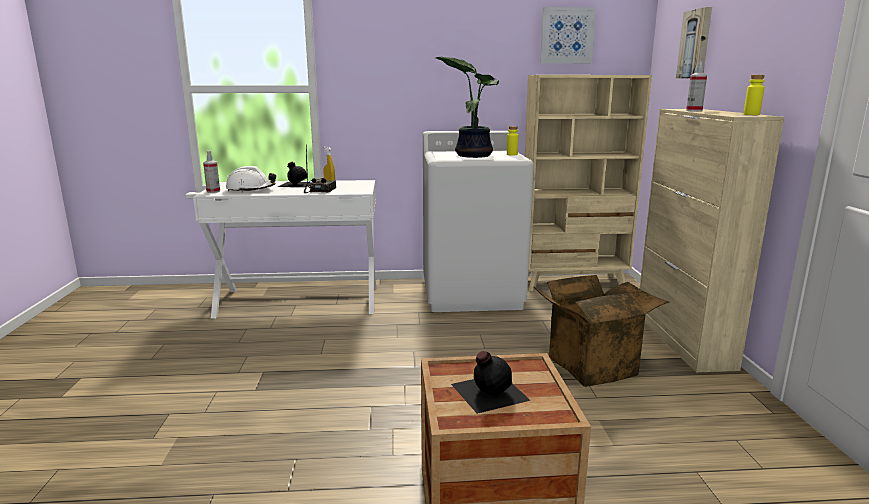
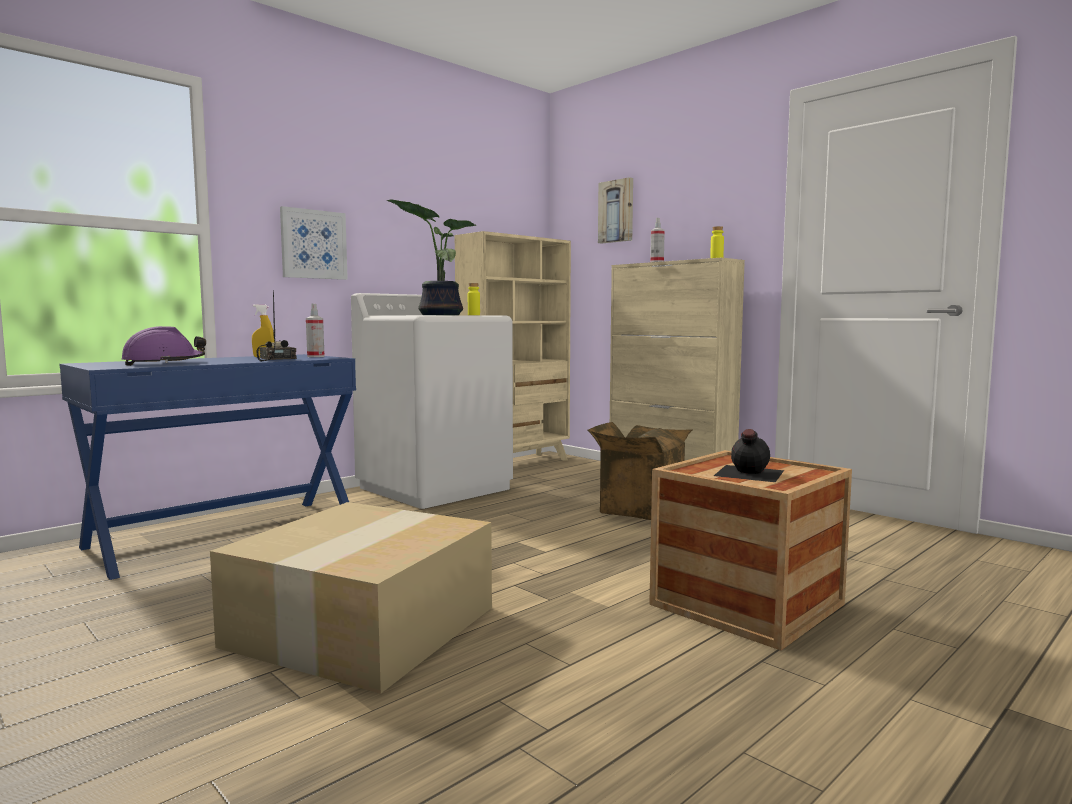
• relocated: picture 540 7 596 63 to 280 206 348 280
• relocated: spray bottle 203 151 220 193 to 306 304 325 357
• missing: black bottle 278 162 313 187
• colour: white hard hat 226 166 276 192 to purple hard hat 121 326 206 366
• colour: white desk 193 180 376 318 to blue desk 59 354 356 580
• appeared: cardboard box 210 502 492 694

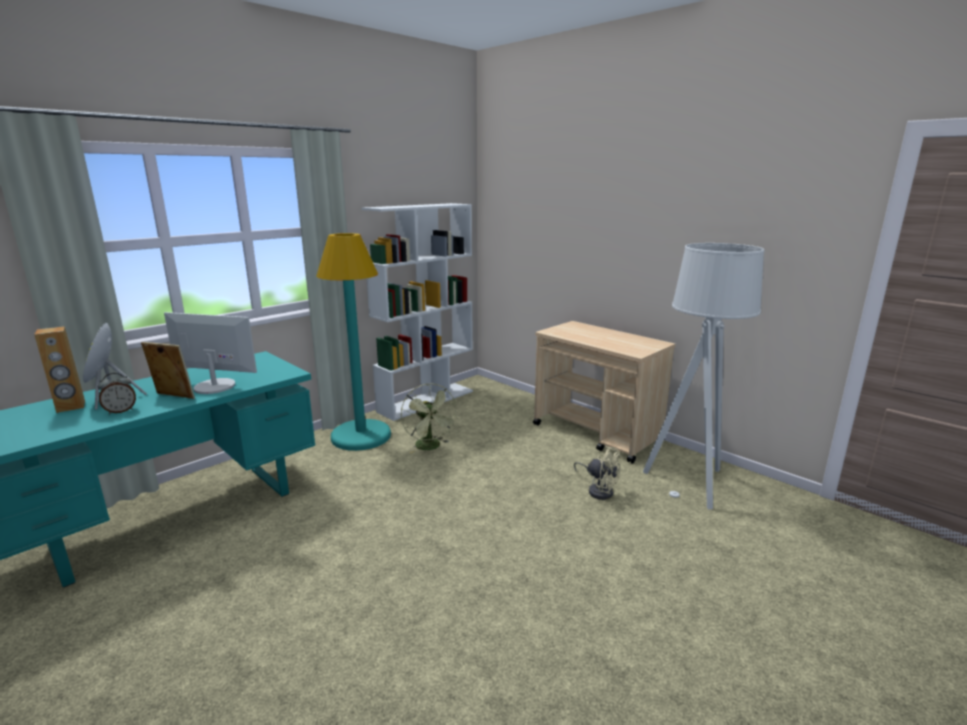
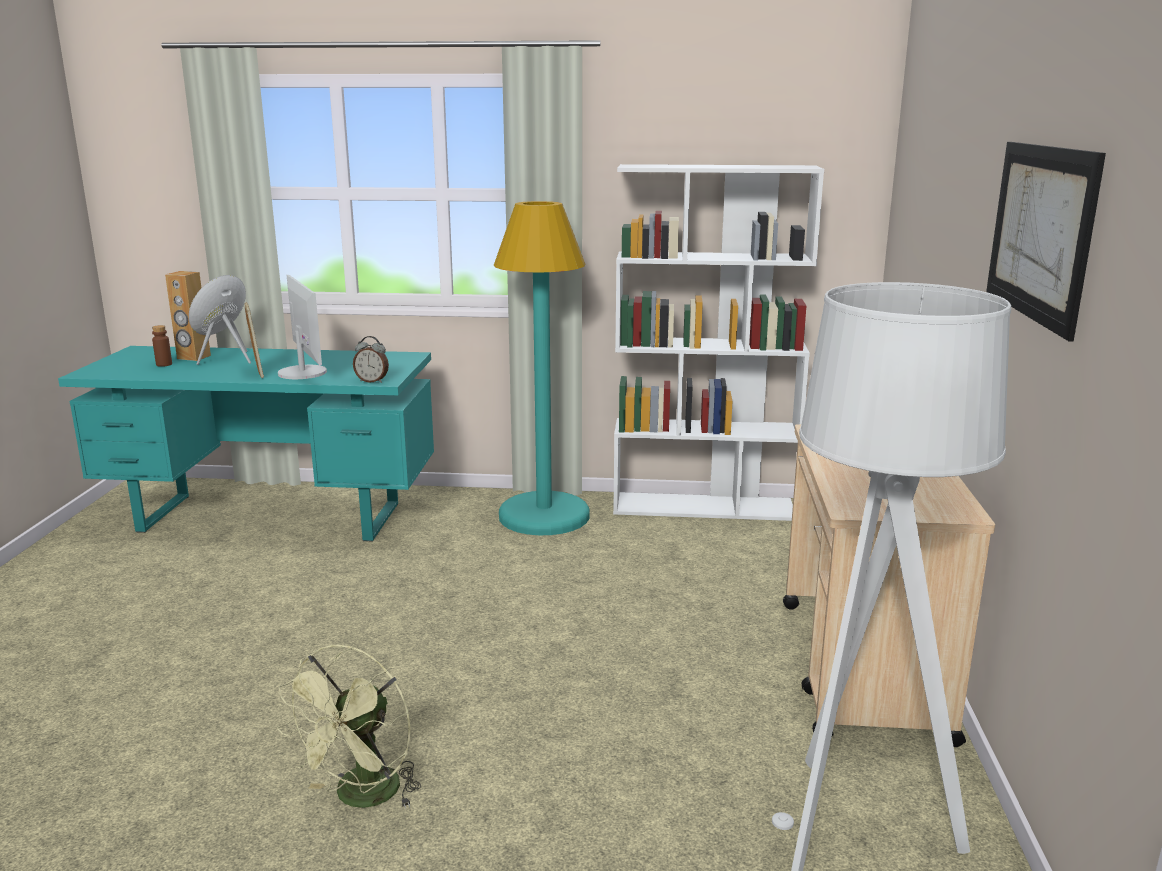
• relocated: alarm clock 98 373 136 414 to 353 336 389 383
• relocated: green fan 401 383 458 453 to 277 645 421 809
• missing: beige fan 574 446 621 500
• appeared: picture 986 142 1106 341
• appeared: brown bottle 152 325 172 367

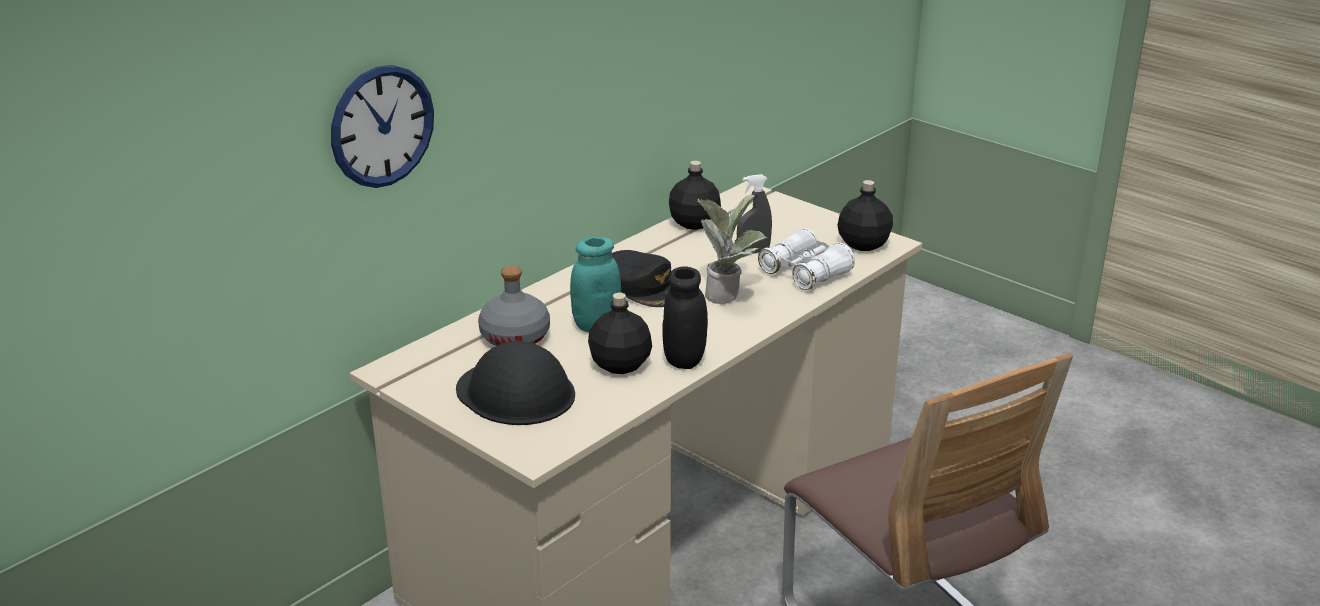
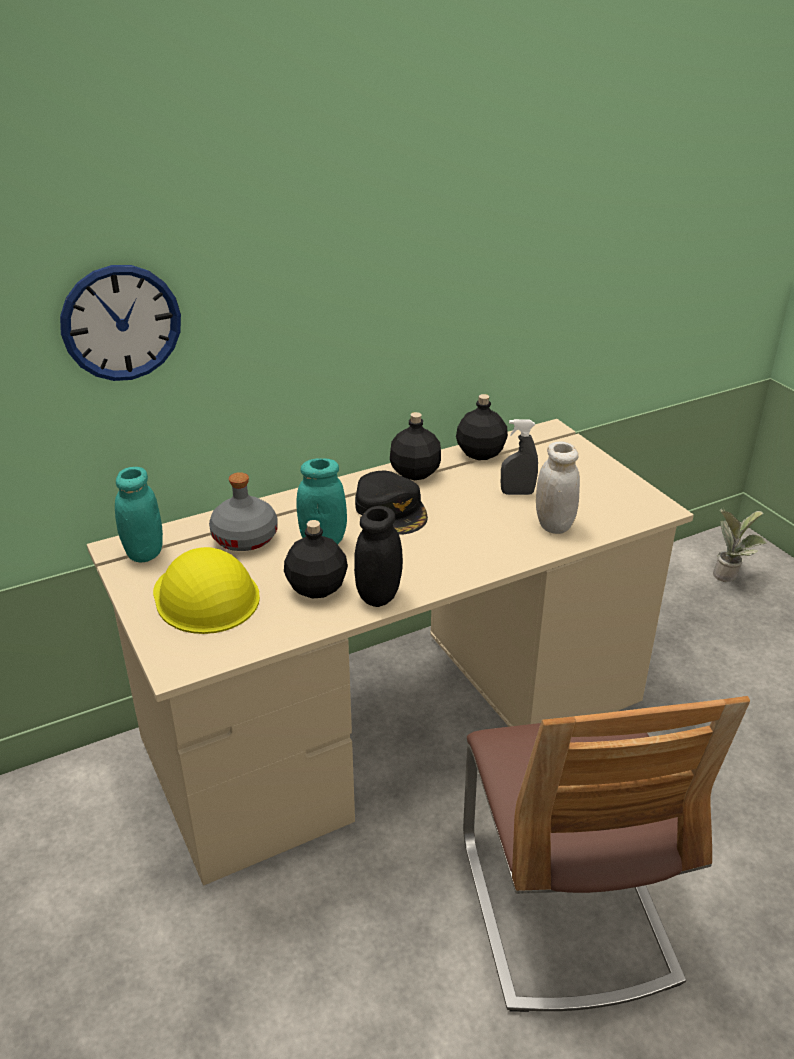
• relocated: black bottle 837 180 893 251 to 390 412 441 480
• relocated: potted plant 697 194 767 304 to 713 508 766 582
• exchanged: white binoculars 758 228 855 290 to white jar 536 442 580 534
• colour: black hard hat 456 341 575 425 to yellow hard hat 153 547 260 634
• appeared: turquoise jar 115 467 163 563

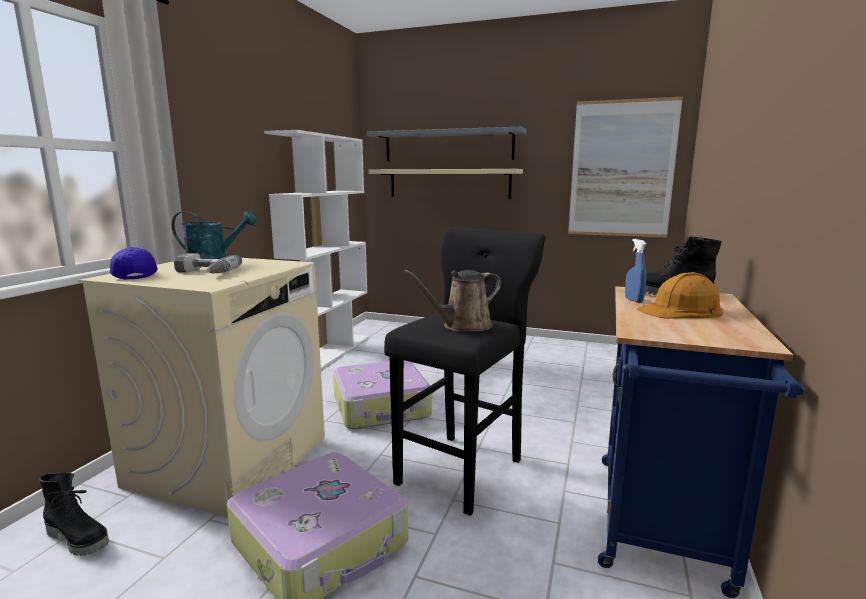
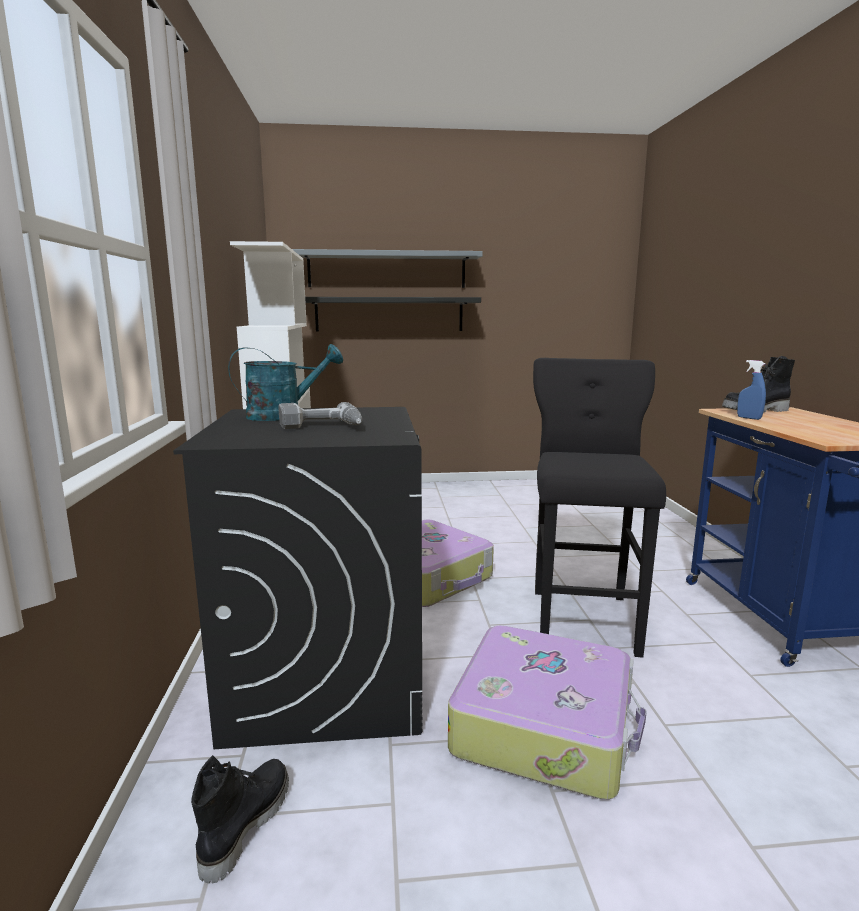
• missing: picture 568 97 683 237
• colour: beige shelf 369 169 523 199 to black shelf 305 297 481 332
• missing: blue cap 110 247 158 280
• colour: beige washing machine 78 258 325 517 to black washing machine 173 407 422 749
• missing: brown watering can 403 270 501 332
• missing: orange hard hat 637 272 723 319
• spun: black boot 39 472 109 556 = 191 755 289 884 75 degrees counterclockwise

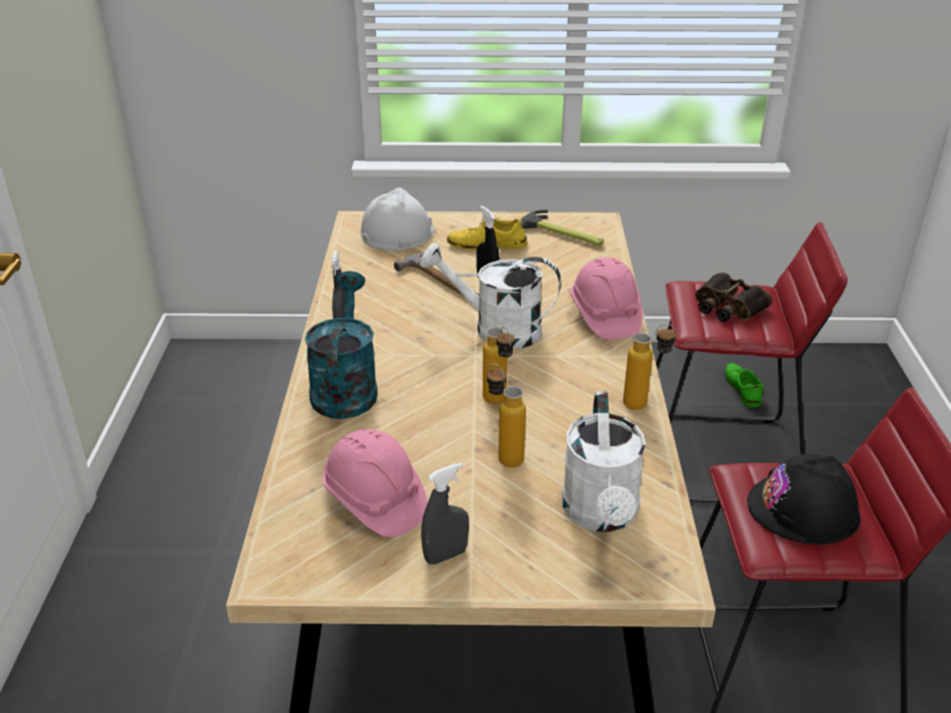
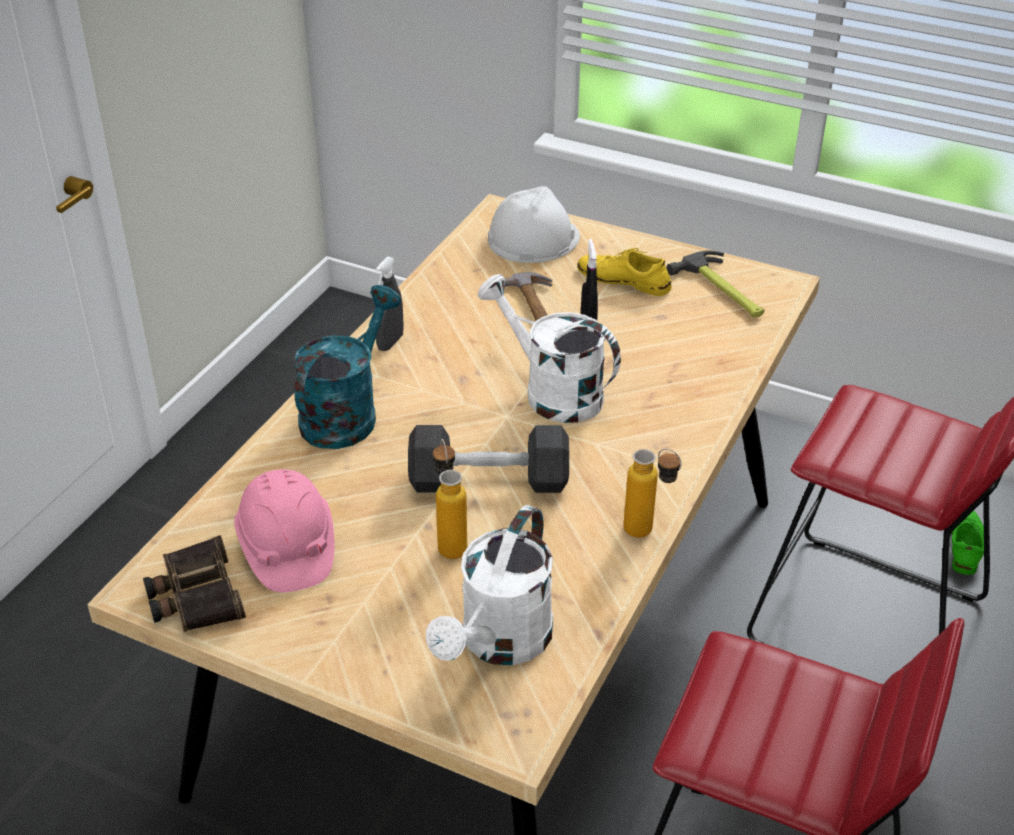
• missing: pink hard hat 570 257 642 340
• relocated: binoculars 695 273 772 322 to 143 535 246 632
• exchanged: bottle 483 327 515 404 to black dumbbell 408 425 569 493
• missing: black hard hat 747 454 860 544
• missing: grey spray bottle 421 463 469 565

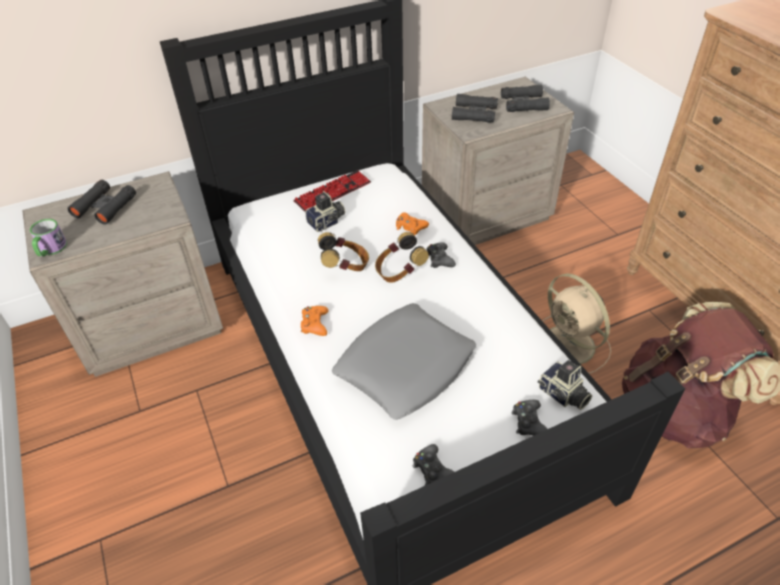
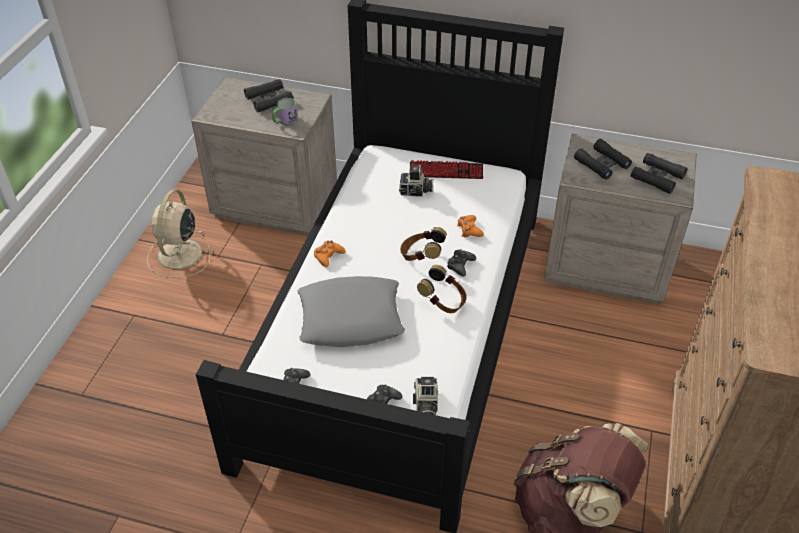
• relocated: mug 30 219 67 256 to 272 98 298 125
• relocated: headphones 318 232 369 271 to 417 265 467 313
• relocated: beige fan 543 274 611 374 to 147 190 210 278

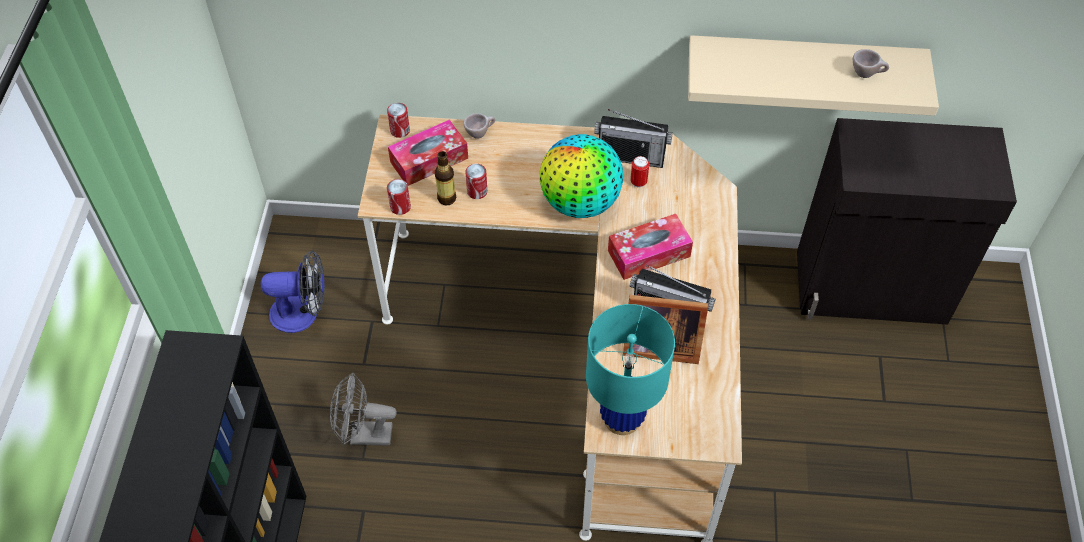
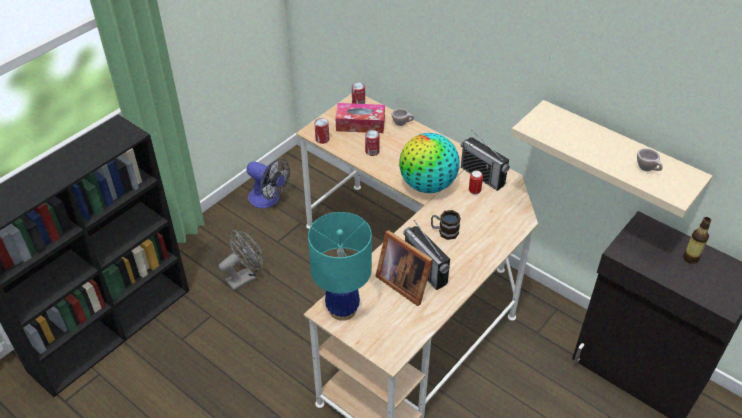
• relocated: bottle 435 151 456 205 to 683 217 711 264
• exchanged: tissue box 608 214 693 280 to mug 431 210 461 240
• spun: grey fan 330 372 397 446 = 219 230 263 291 105 degrees clockwise

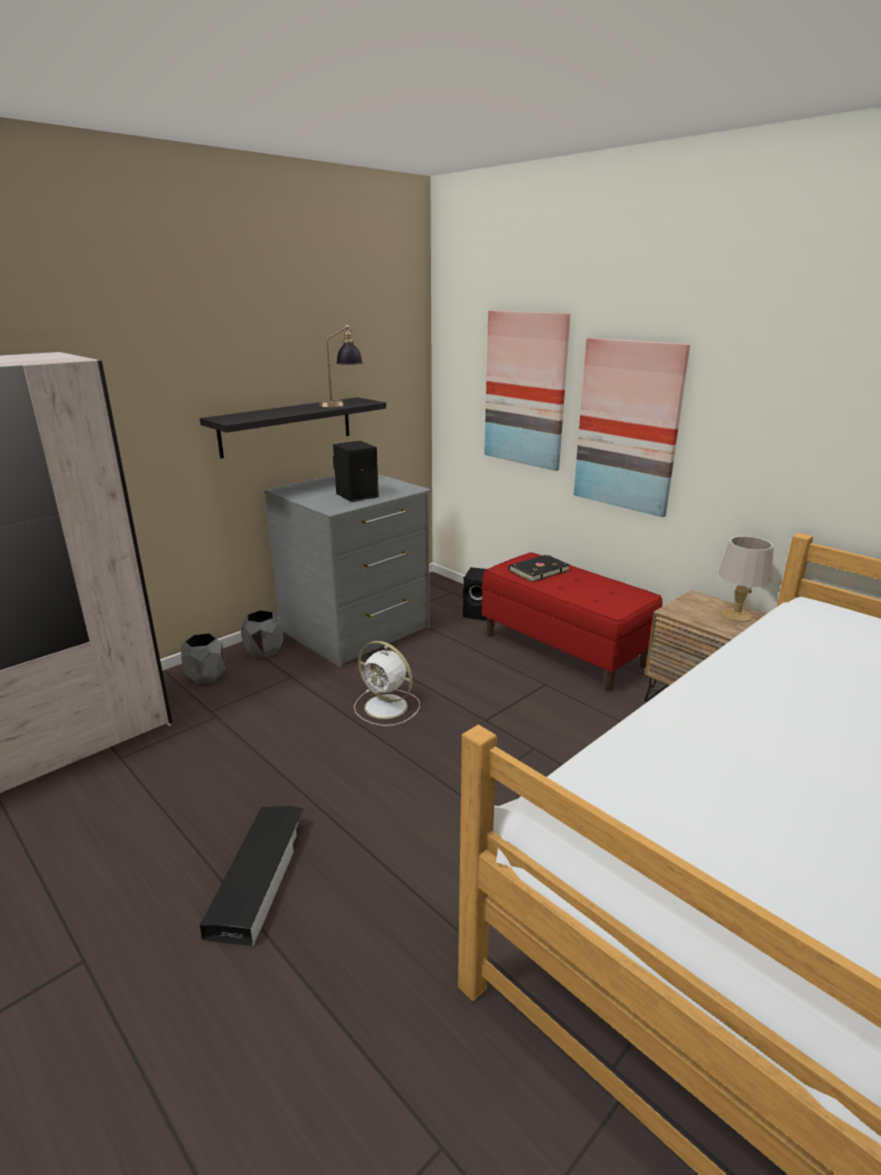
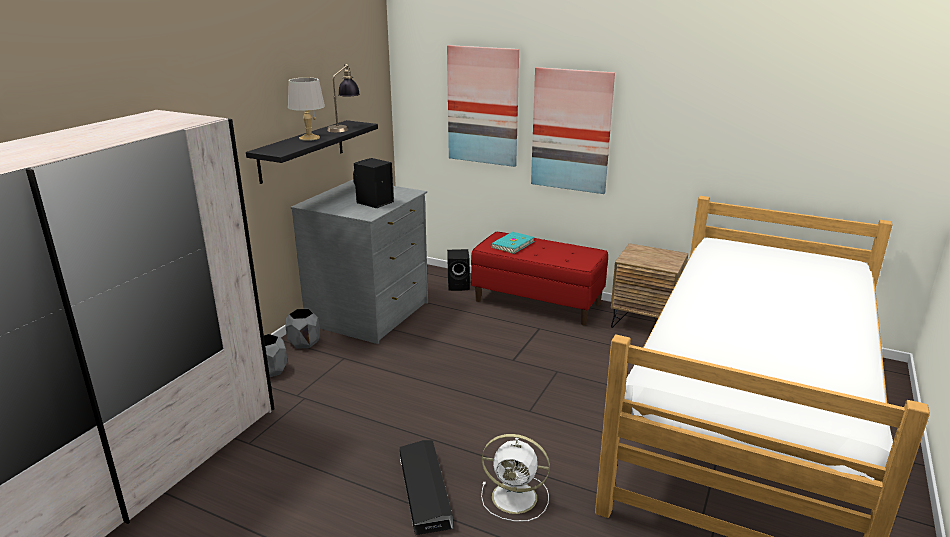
• relocated: grey table lamp 718 536 774 622 to 288 78 325 141
• colour: black book 509 555 570 582 to turquoise book 491 232 535 254
• relocated: white fan 354 641 420 726 to 481 434 550 522

